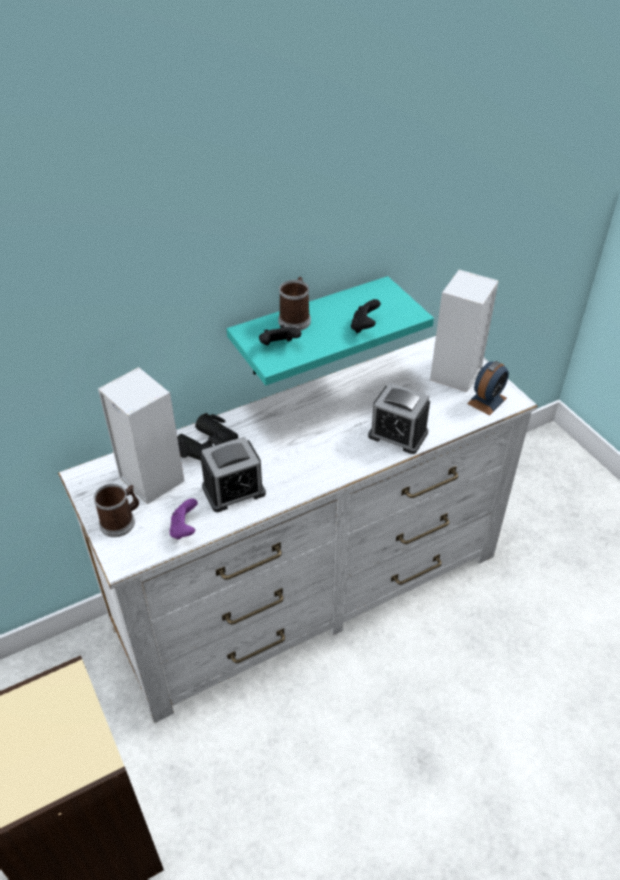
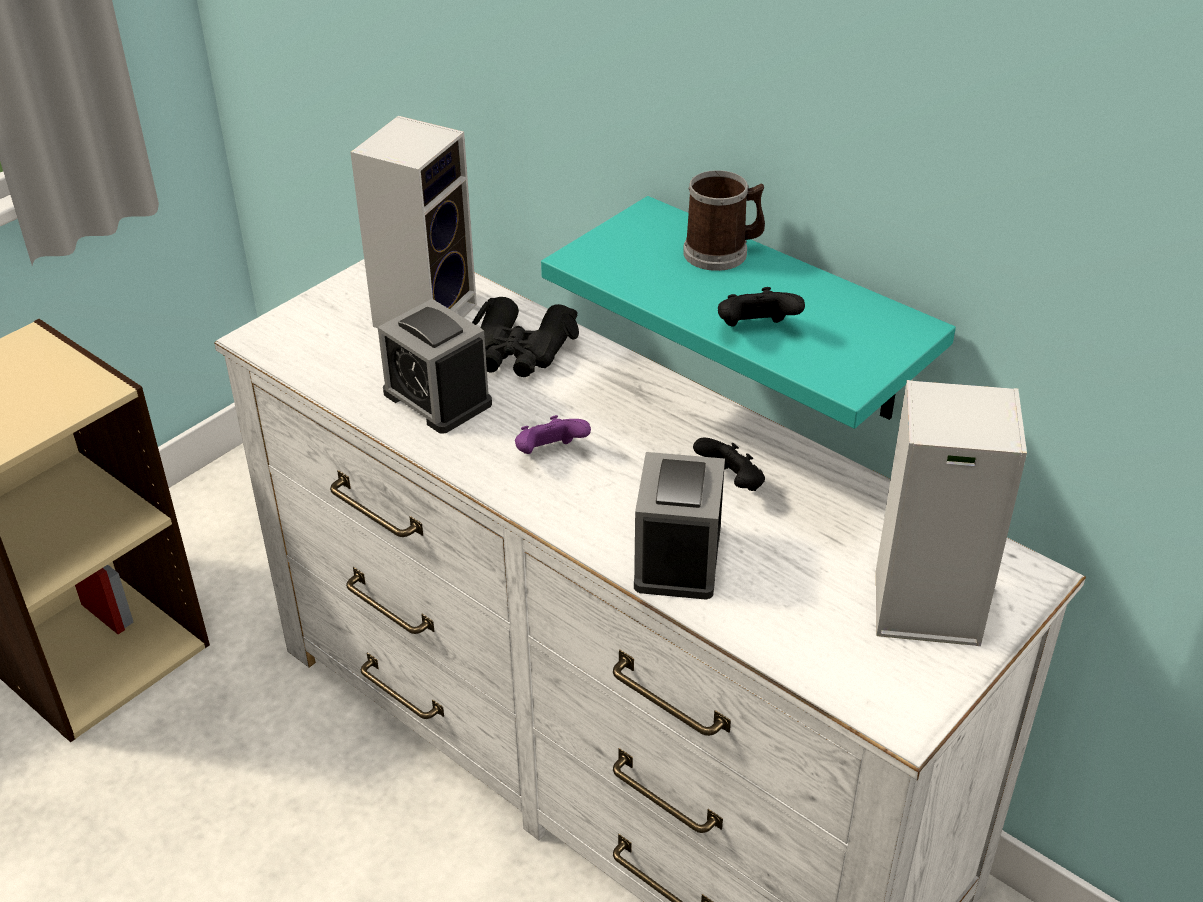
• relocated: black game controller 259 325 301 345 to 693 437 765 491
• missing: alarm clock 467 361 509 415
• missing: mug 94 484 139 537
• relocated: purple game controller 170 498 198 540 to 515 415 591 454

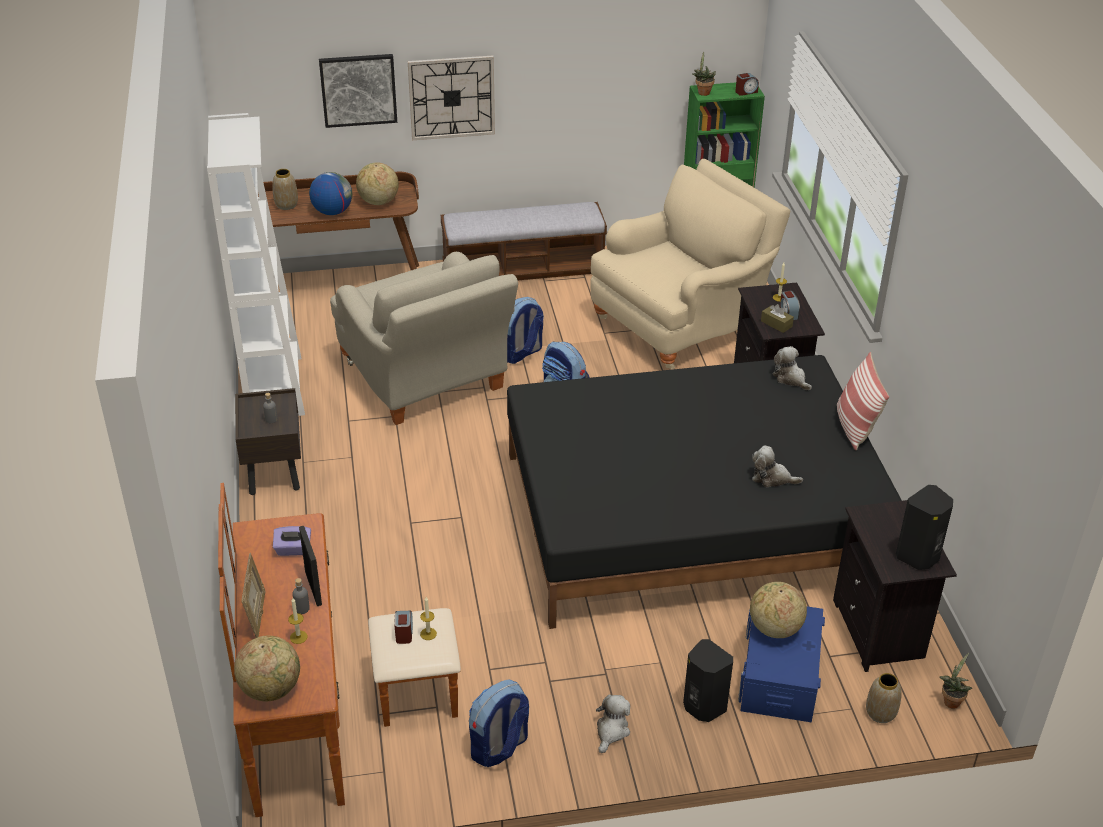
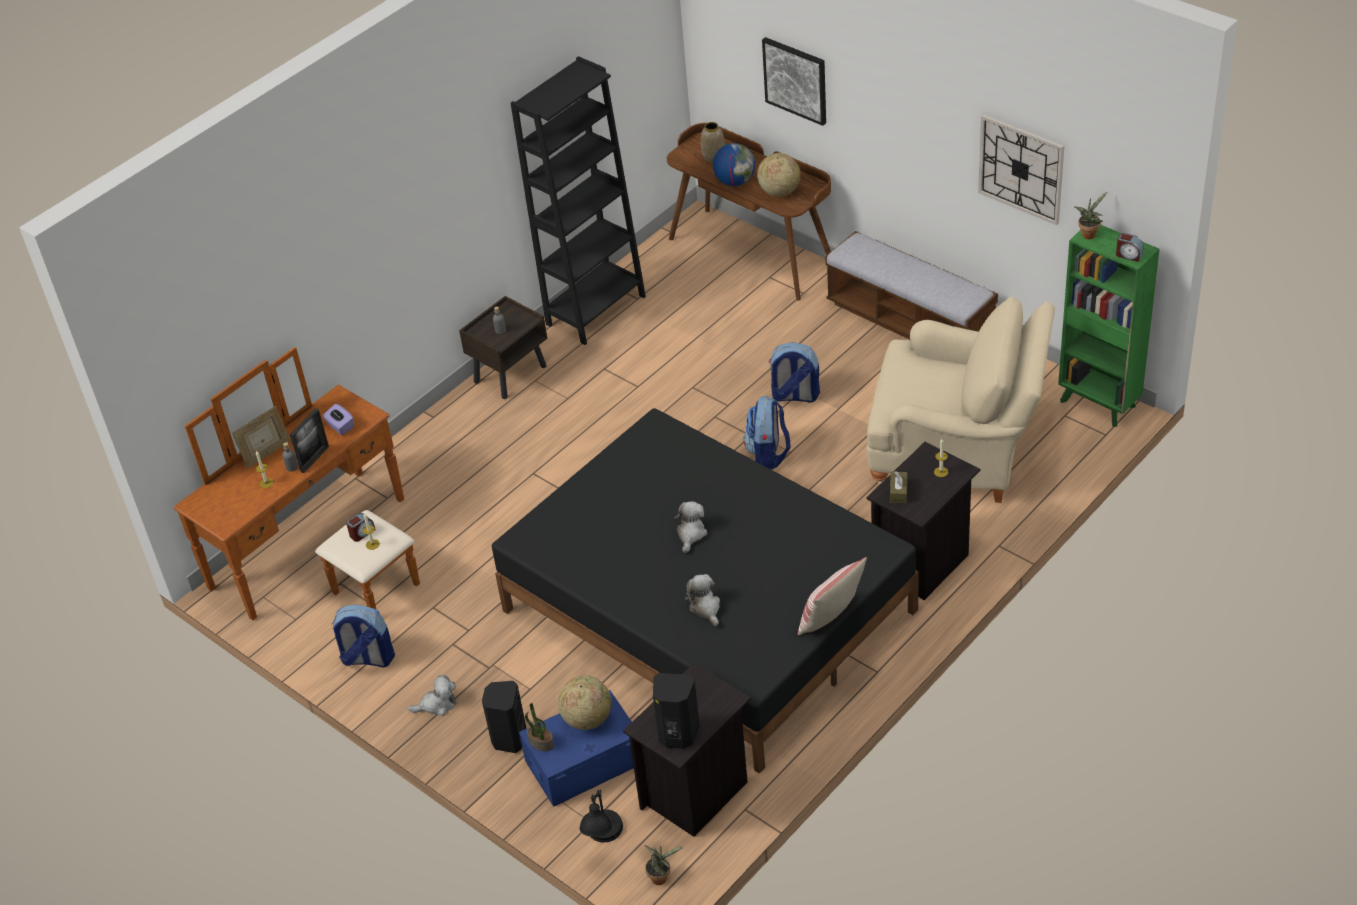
• relocated: wall clock 408 56 495 140 to 978 114 1064 225
• colour: white bookcase 207 113 305 416 to black bookcase 511 56 646 345
• missing: beige armchair 330 252 518 425
• missing: alarm clock 780 291 800 320
• relocated: plush toy 773 346 812 390 to 674 501 707 553
• missing: globe 234 636 300 701
• exchanged: vase 866 673 902 723 to black table lamp 580 790 623 842
• appeared: potted plant 525 703 554 751

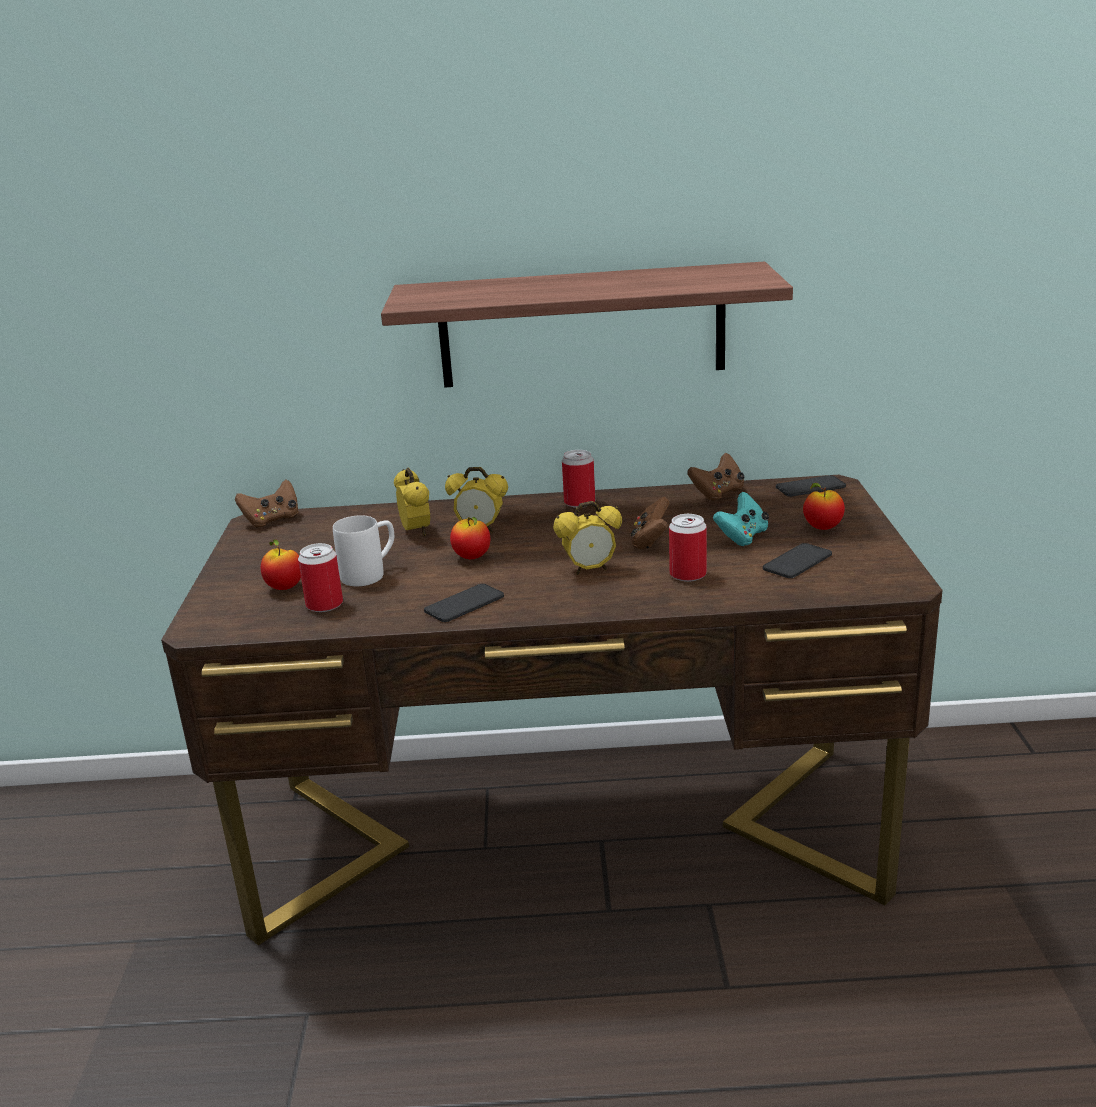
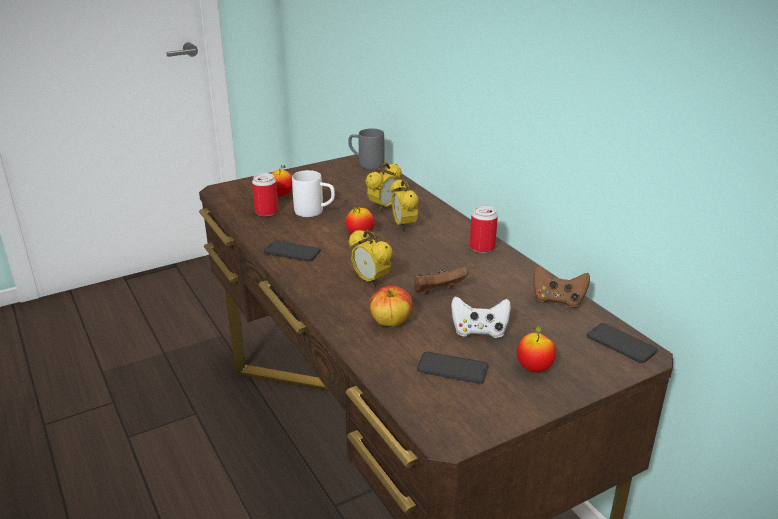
• missing: shelf 381 261 793 388
• exchanged: brown game controller 235 480 299 528 to grey mug 348 129 385 169
• colour: turquoise game controller 713 492 769 546 to white game controller 451 296 511 338
• exchanged: can 669 514 707 582 to apple 370 286 412 327

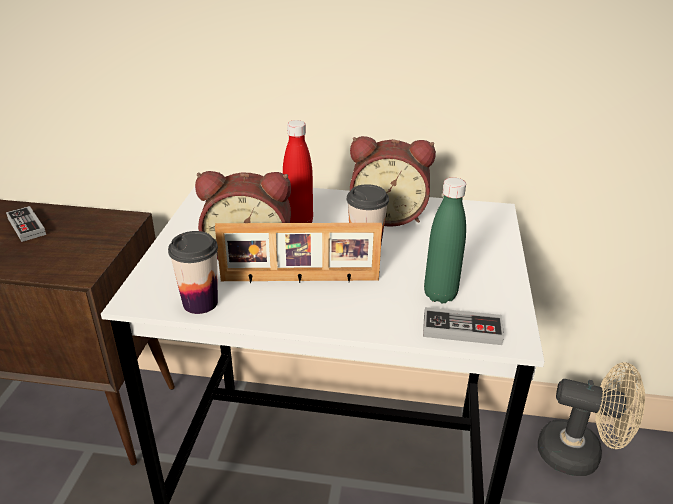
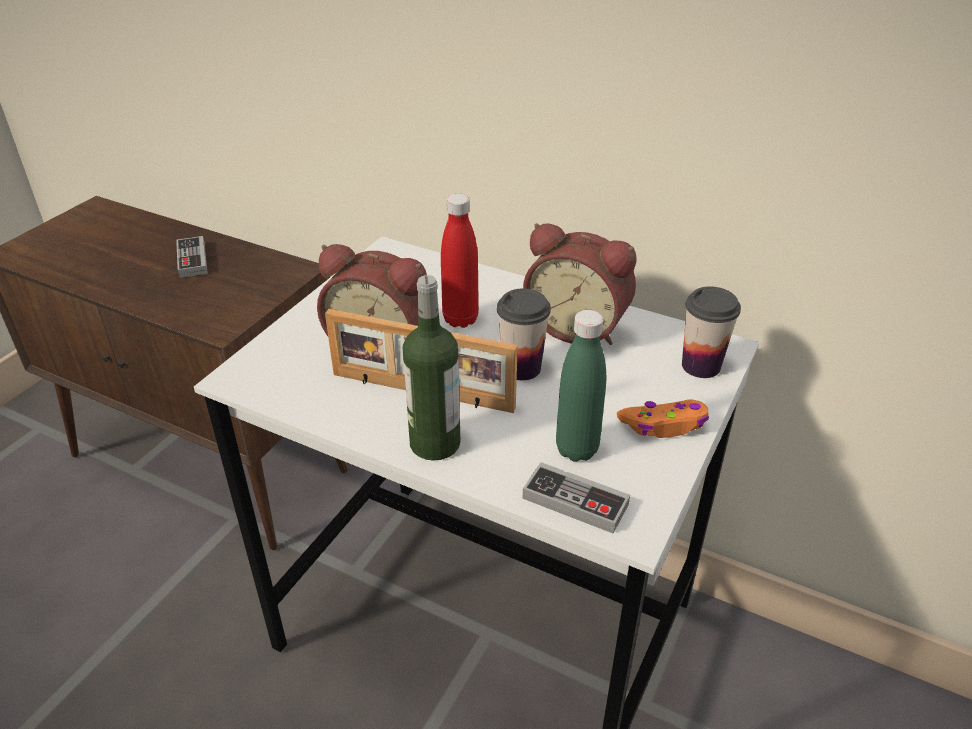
• relocated: cup 168 231 218 314 to 682 286 741 378
• missing: beige fan 538 362 645 476
• appeared: bottle 403 275 461 461
• appeared: orange game controller 617 399 709 438

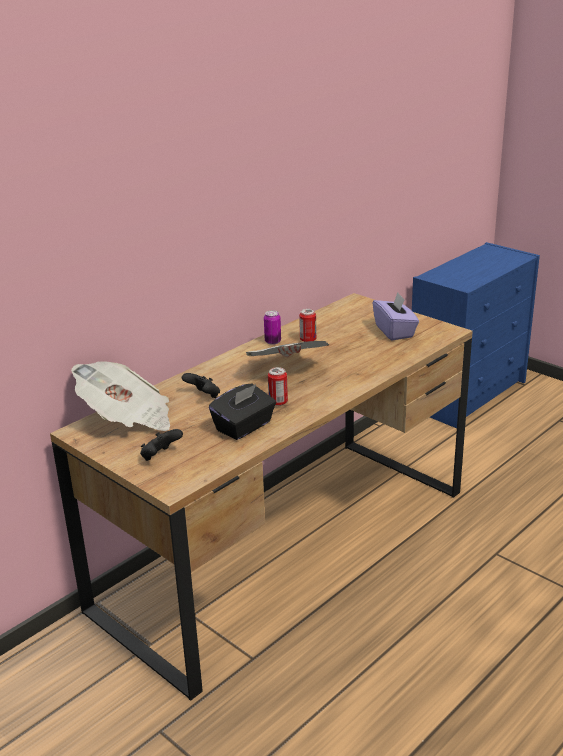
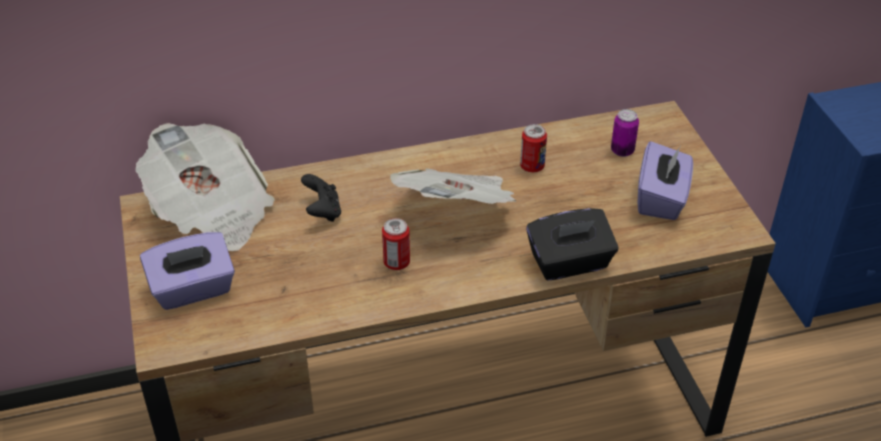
• relocated: can 264 310 281 345 to 611 109 639 157
• relocated: black tissue box 209 383 276 440 to 526 208 619 281
• exchanged: black game controller 140 429 183 461 to purple tissue box 140 232 235 310

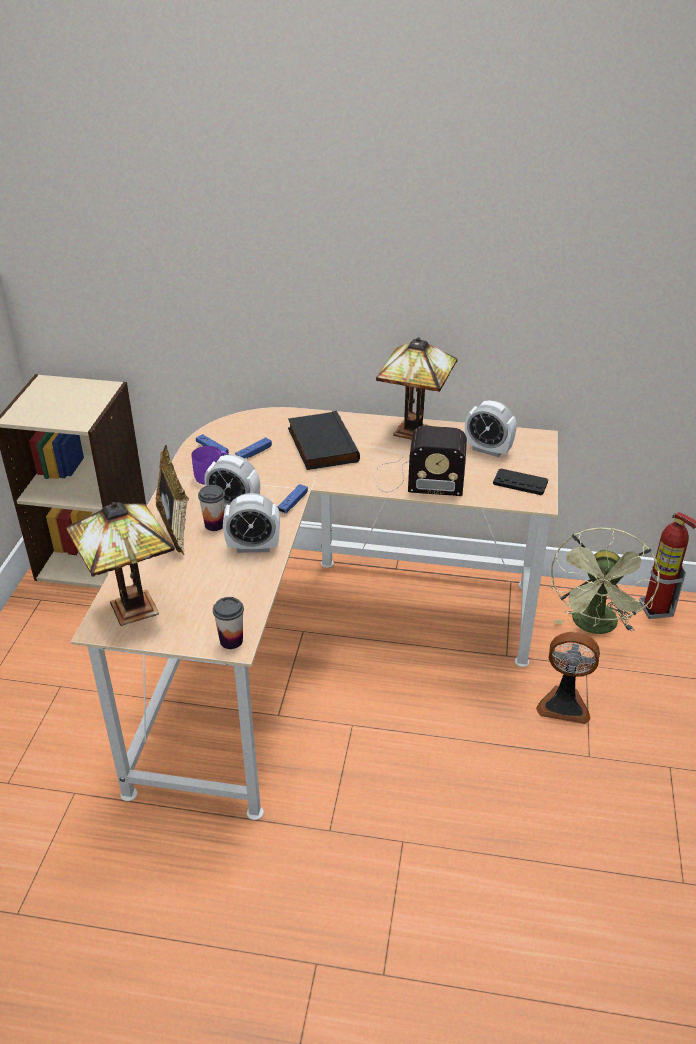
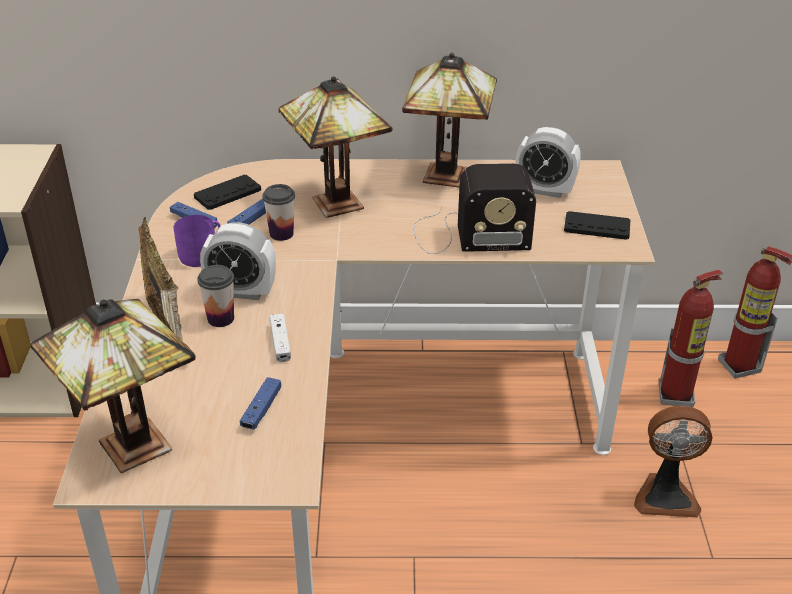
• exchanged: black book 288 411 360 470 to table lamp 278 77 393 218
• relocated: blue game controller 278 484 308 513 to 240 377 281 430
• exchanged: alarm clock 223 493 280 553 to white game controller 270 314 291 362
• exchanged: green fan 550 528 660 634 to fire extinguisher 659 269 723 407
• relocated: cup 213 597 244 649 to 263 184 295 241
• appeared: black game controller 194 175 261 210

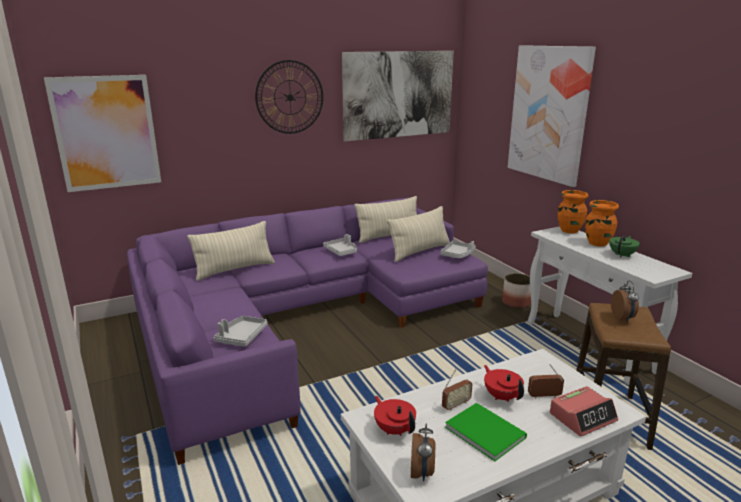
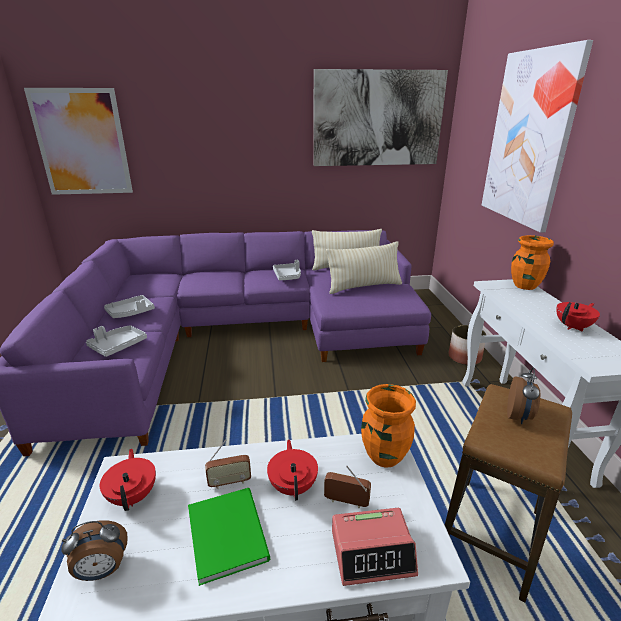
• missing: wall clock 255 60 323 134
• relocated: orange vase 585 200 619 247 to 361 384 416 468
• missing: beige pillow 187 221 275 281
• colour: green teapot 609 236 640 257 to red teapot 556 302 600 332
• relocated: grey tray 440 241 476 258 to 104 295 155 318
• spun: alarm clock 411 423 435 482 = 61 520 128 581 45 degrees clockwise

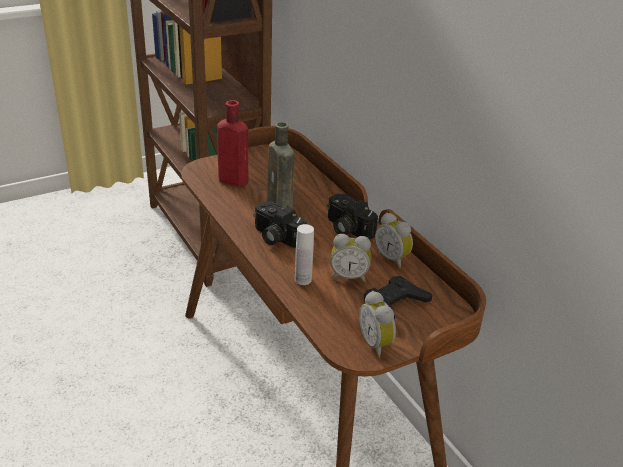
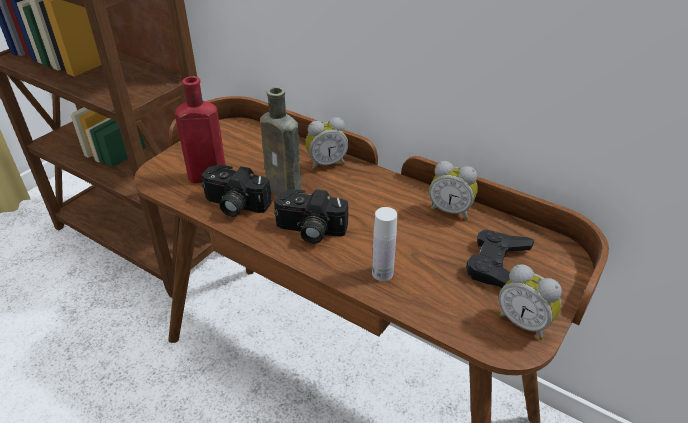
• relocated: photo camera 327 194 378 240 to 201 165 272 217
• relocated: alarm clock 330 234 371 283 to 305 117 349 170

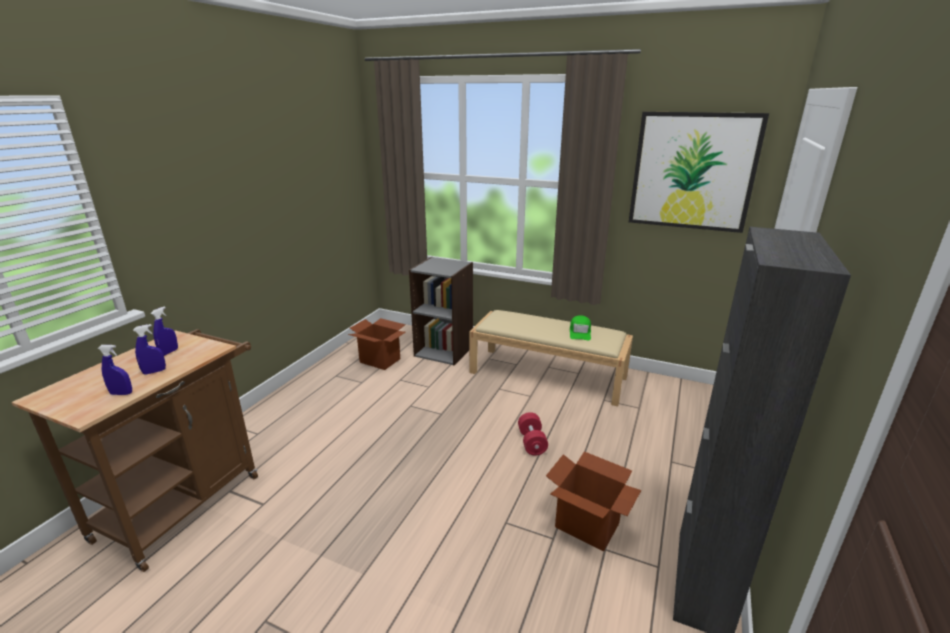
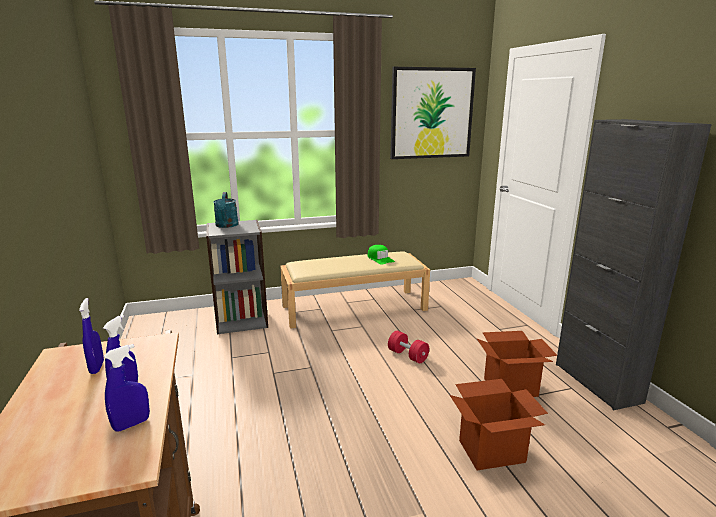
• relocated: cardboard box 348 318 406 370 to 450 379 548 470
• appeared: turquoise watering can 213 192 239 228

